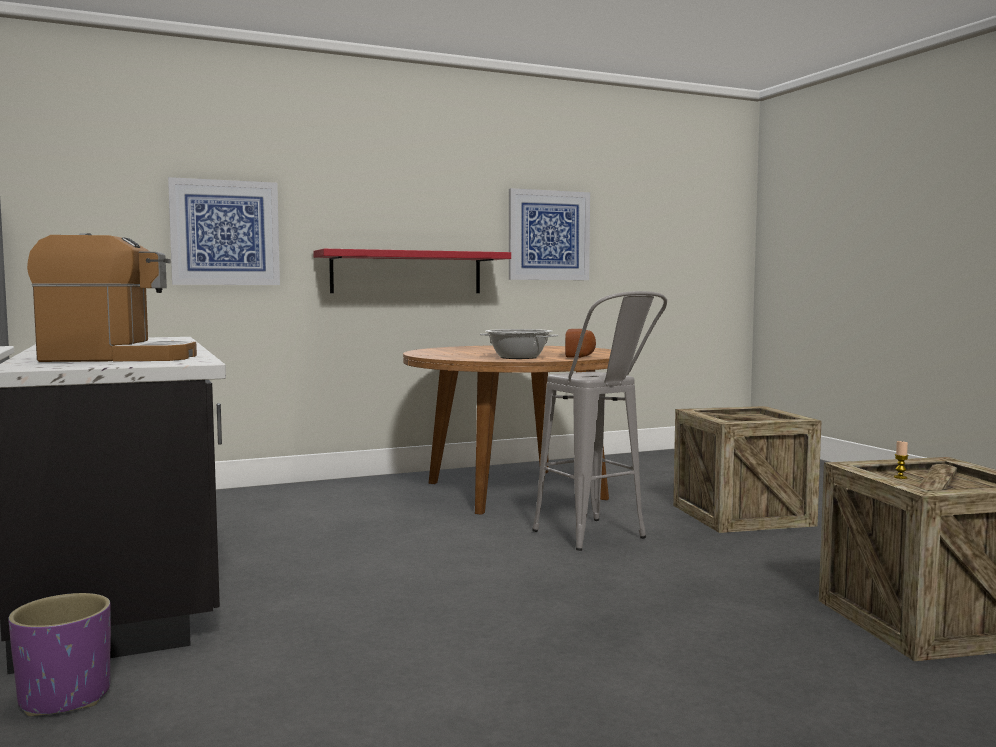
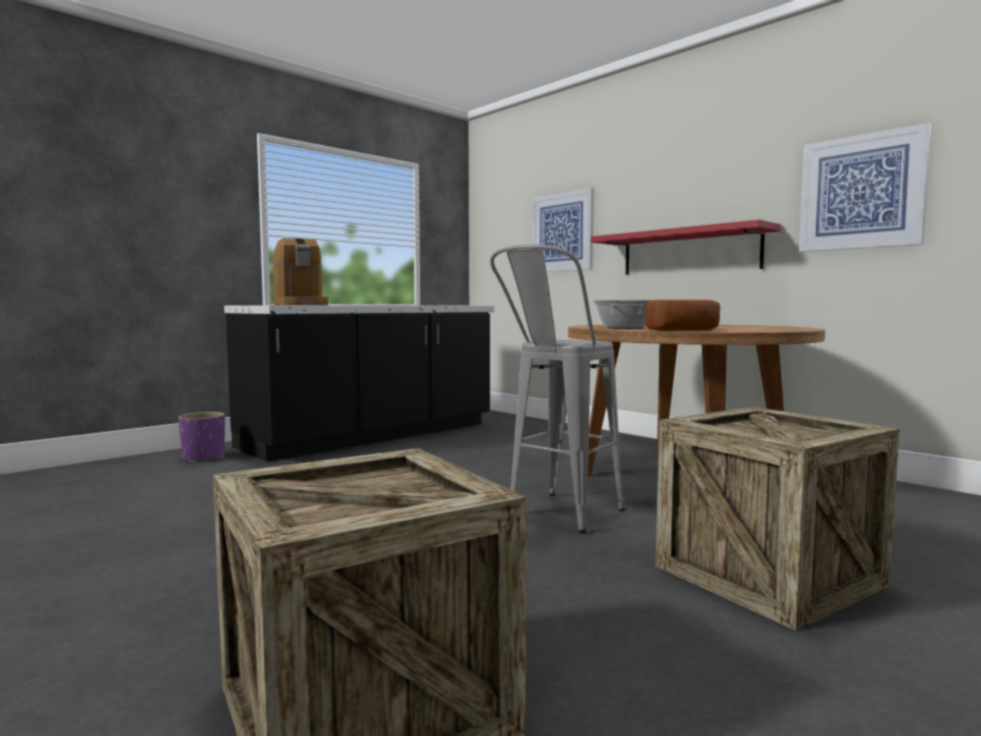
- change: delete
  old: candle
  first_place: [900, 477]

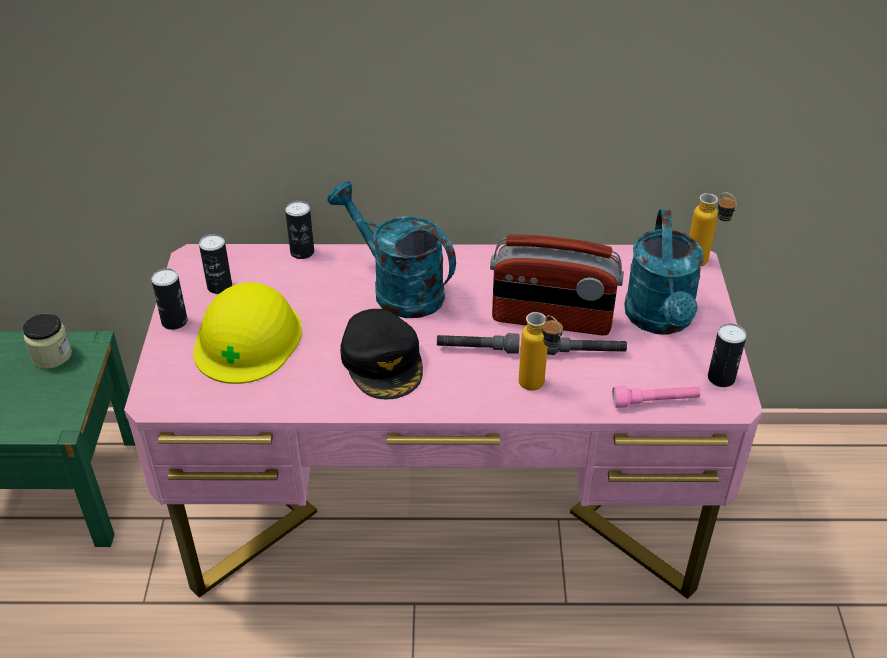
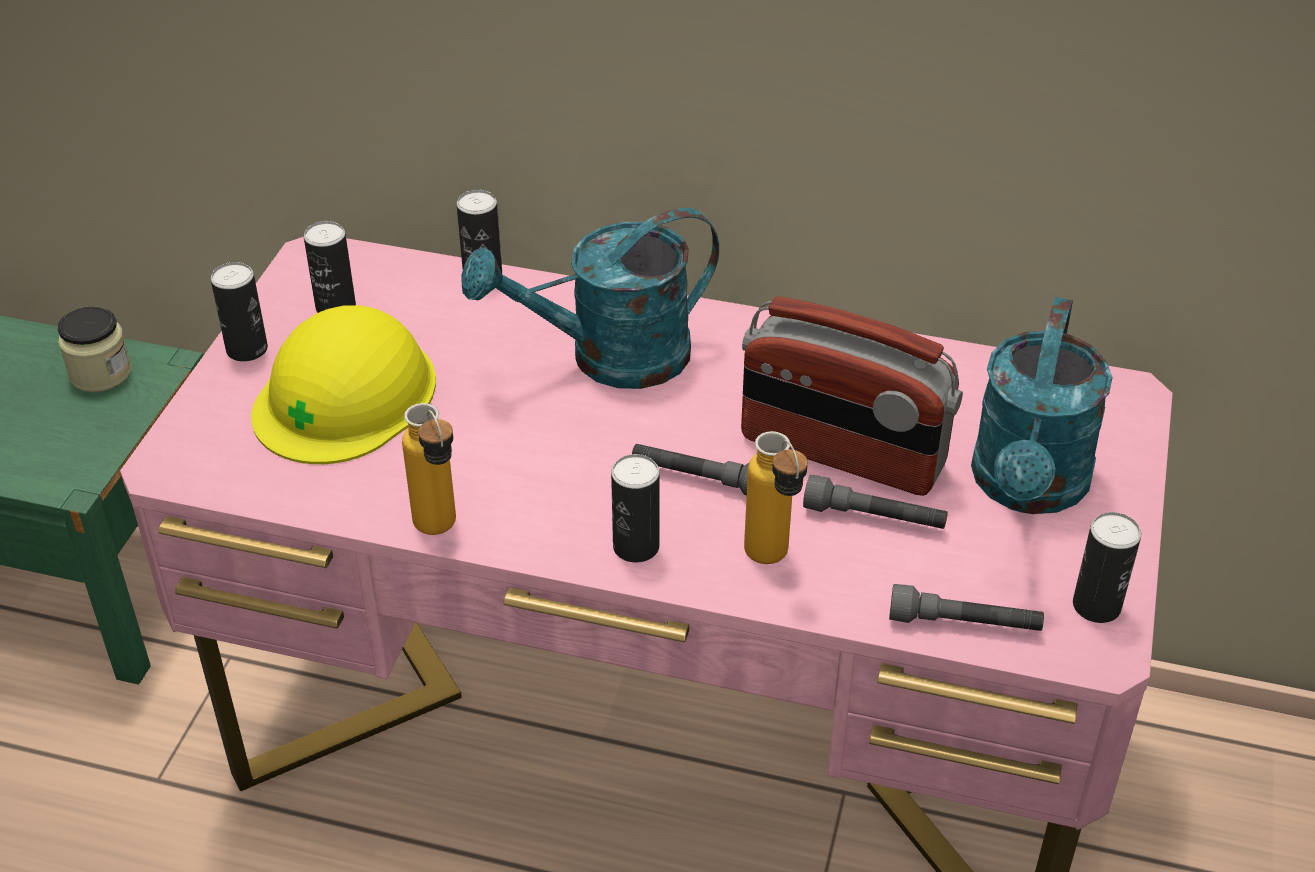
- change: rotate
  old: sprinkling can (turquoise-coloured)
  first_place: [398, 289]
  second_place: [609, 358]
  degrees: -75
- change: move
  old: drink bottle
  first_place: [704, 265]
  second_place: [441, 533]
- change: delete
  old: peaked cap (black)
  first_place: [383, 361]
- change: recolor
  old: hand torch (pinkish)
  new: hand torch (grey)
  first_place: [655, 402]
  second_place: [964, 624]
- change: insert
  new: sealed can
  second_place: [636, 546]

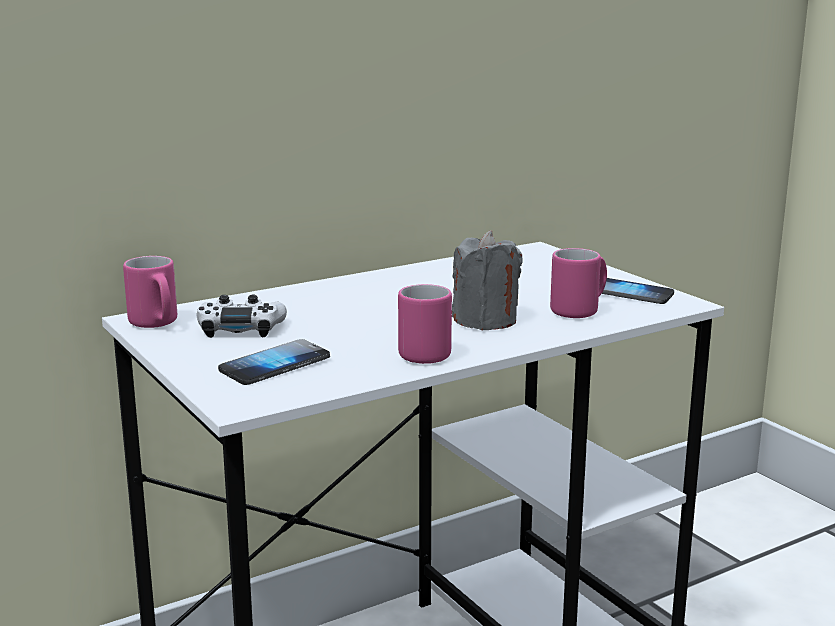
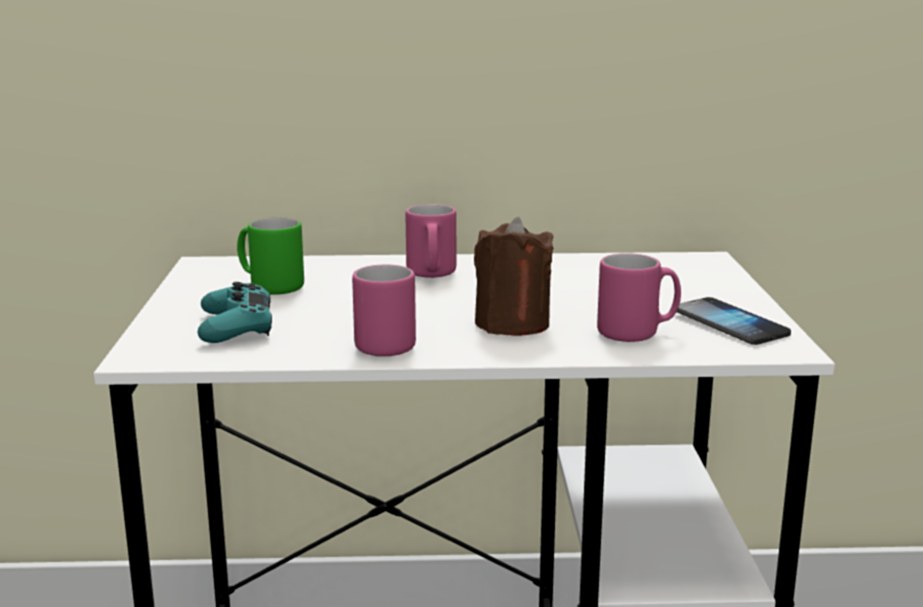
- change: recolor
  old: candle (grey)
  new: candle (brown-coloured)
  first_place: [485, 321]
  second_place: [512, 324]
- change: move
  old: coffee mug (pinkish)
  first_place: [156, 324]
  second_place: [431, 275]
- change: replace
  old: joypad (whitish)
  new: coffee mug (green-coloured)
  first_place: [240, 328]
  second_place: [270, 287]
- change: replace
  old: handset
  new: joypad (turquoise-coloured)
  first_place: [275, 365]
  second_place: [236, 327]

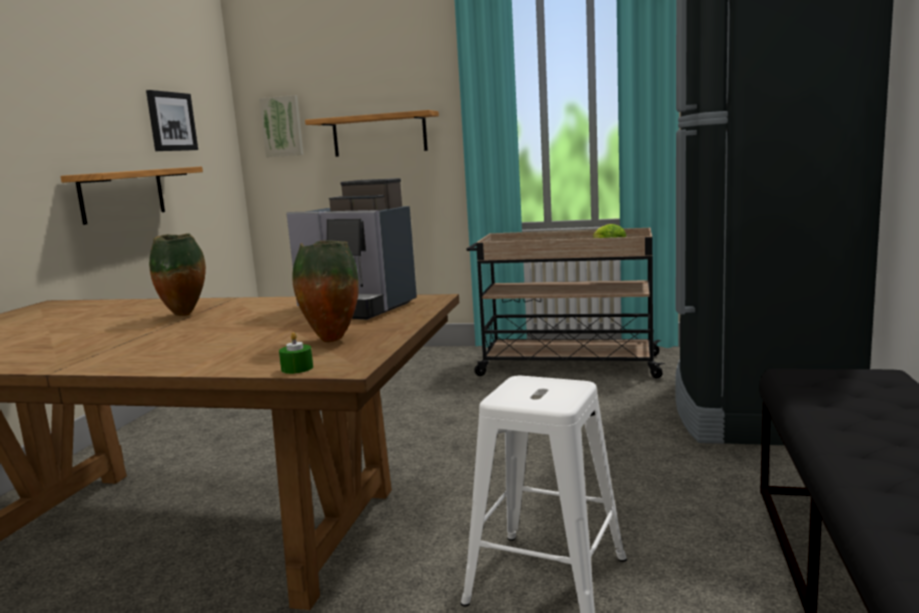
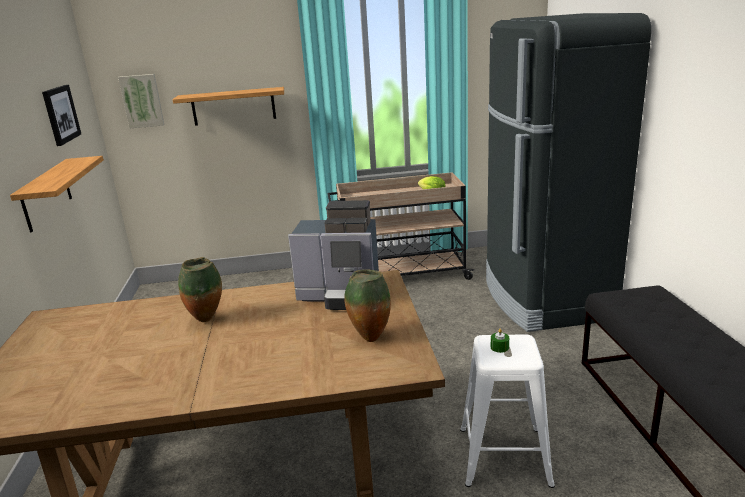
- change: move
  old: candle (green-coloured)
  first_place: [297, 368]
  second_place: [499, 347]

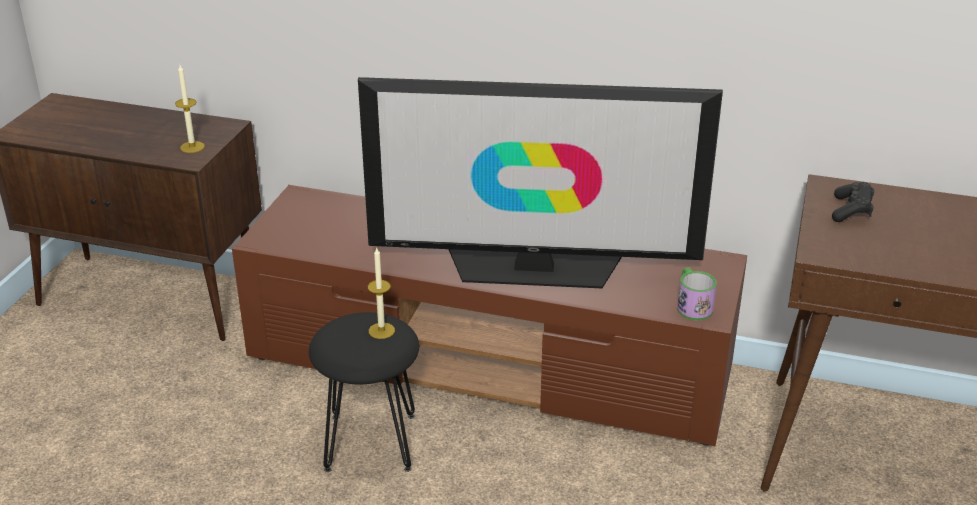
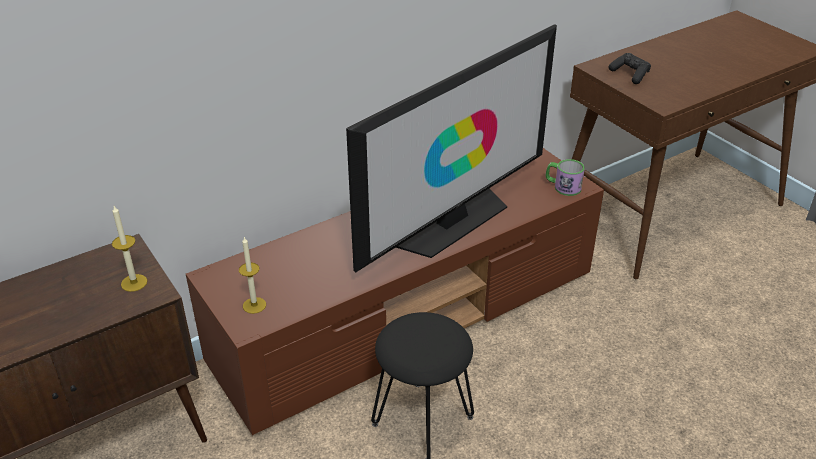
- change: move
  old: candle
  first_place: [381, 330]
  second_place: [254, 305]

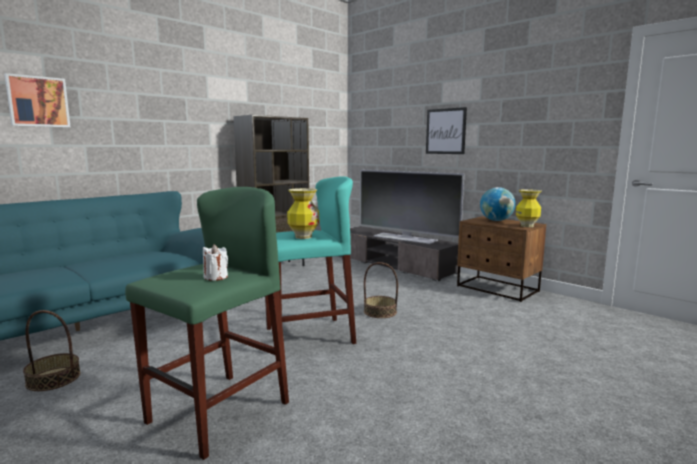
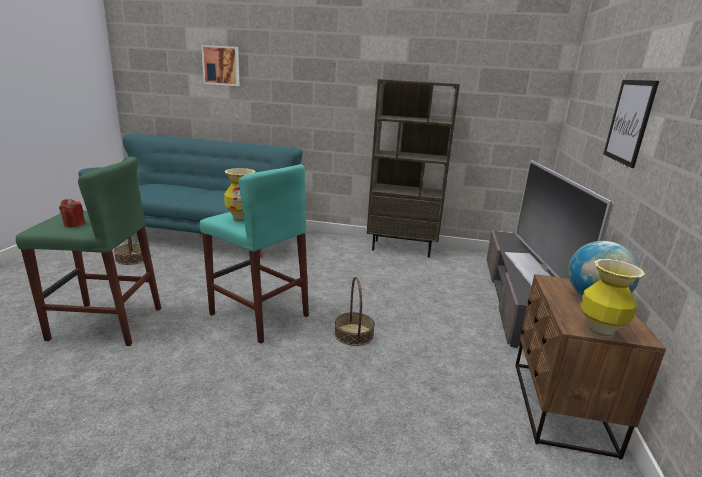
- change: recolor
  old: candle (whitish)
  new: candle (reddish)
  first_place: [215, 277]
  second_place: [74, 224]

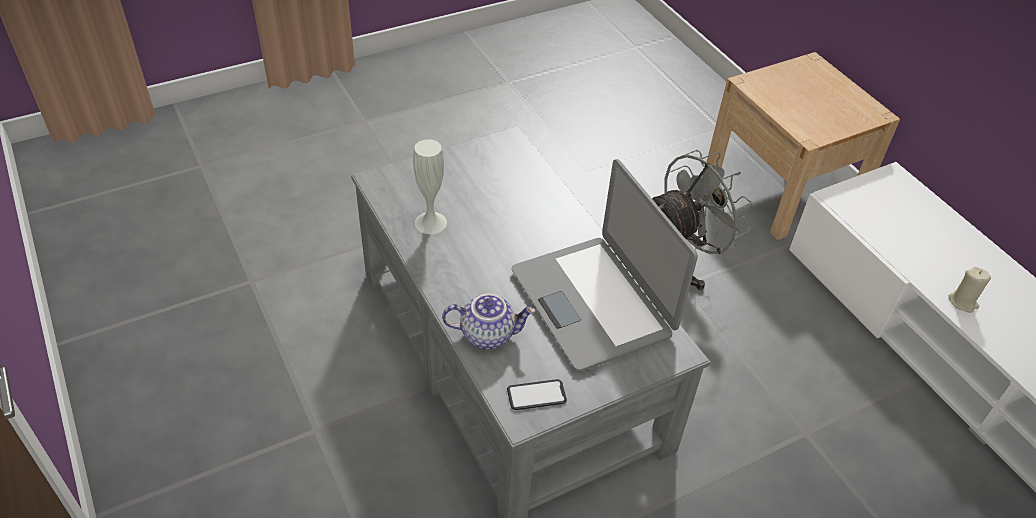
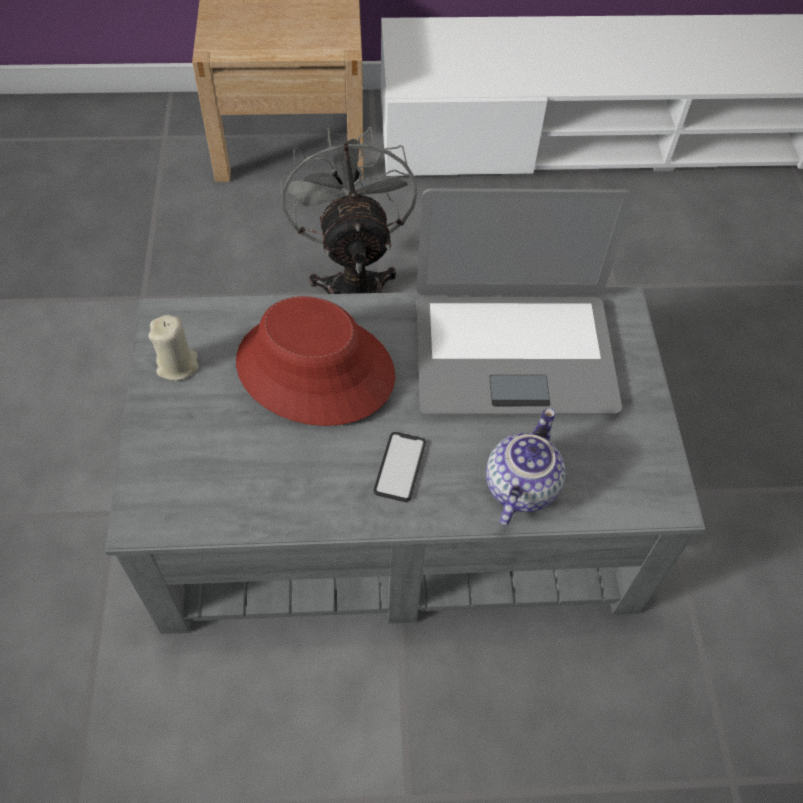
- change: delete
  old: flower vase (whitish)
  first_place: [430, 222]
- change: move
  old: candle (beige-coloured)
  first_place: [963, 302]
  second_place: [178, 365]
- change: move
  old: handset
  first_place: [536, 395]
  second_place: [400, 467]
- change: insert
  new: hat (reddish)
  second_place: [314, 369]

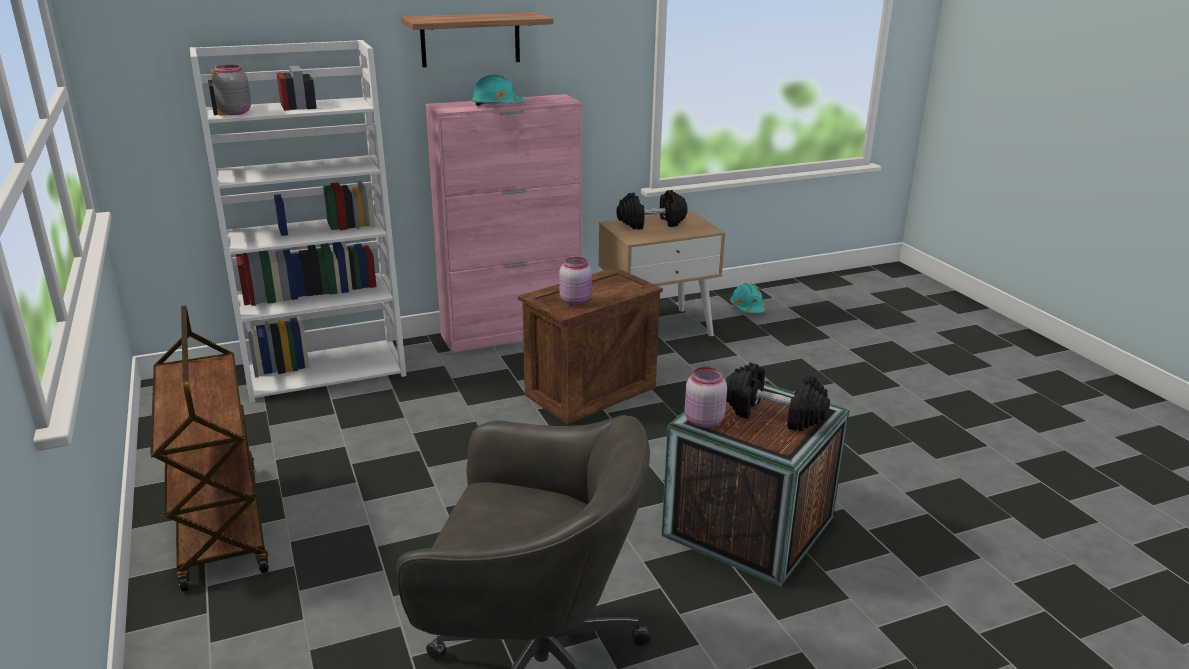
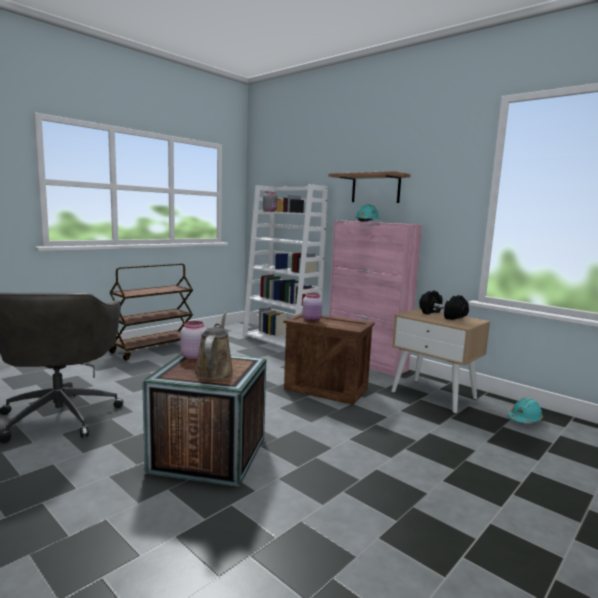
- change: replace
  old: free weight (black)
  new: sprinkling can (brown-coloured)
  first_place: [773, 414]
  second_place: [214, 371]

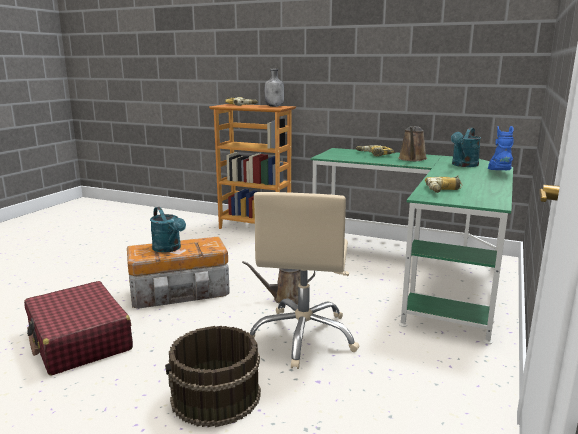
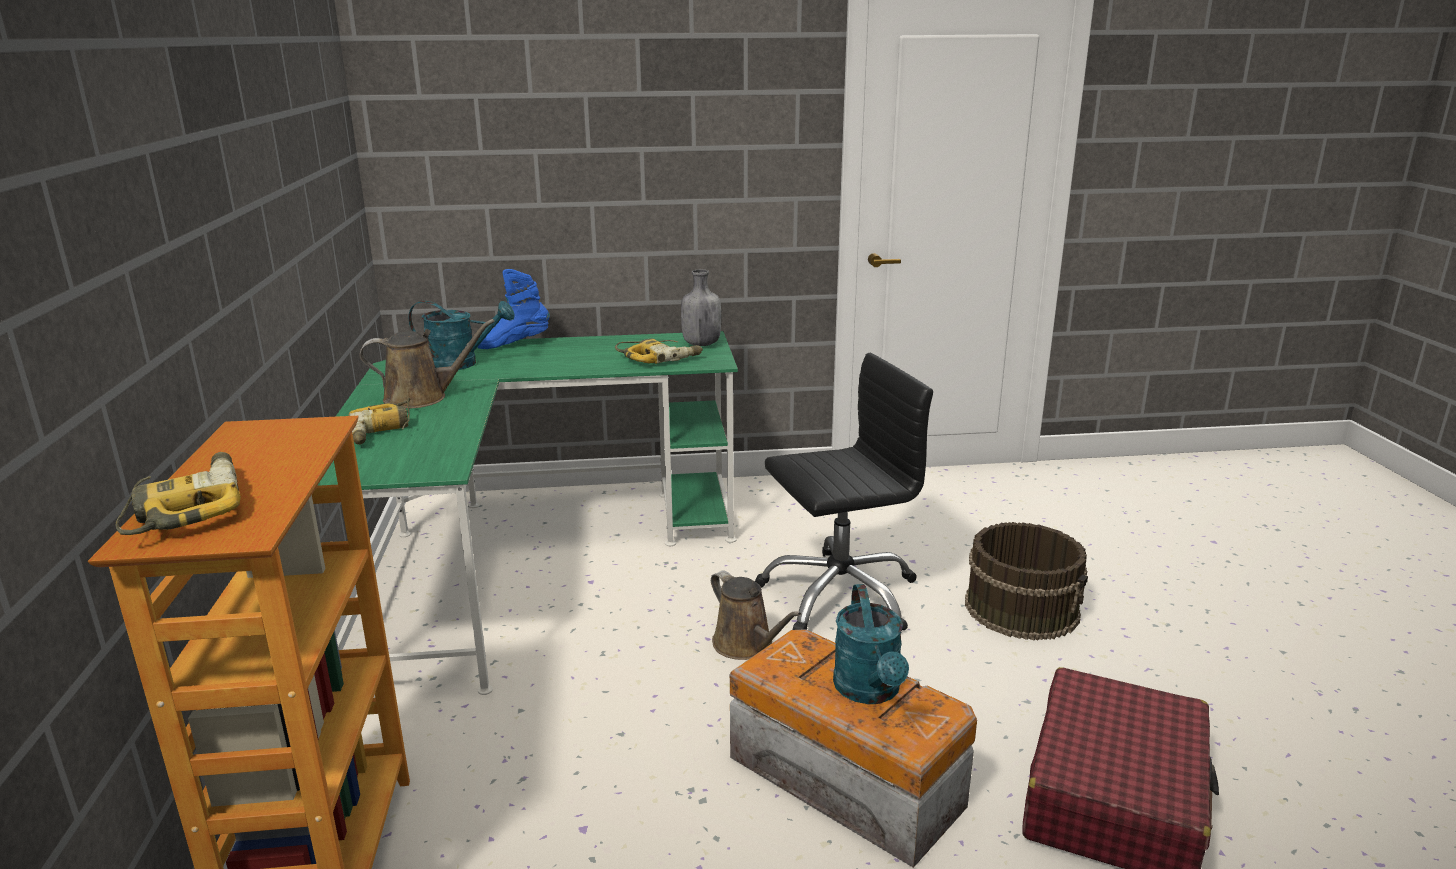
- change: move
  old: drink bottle (grey)
  first_place: [275, 106]
  second_place: [701, 344]
- change: recolor
  old: desk chair (beige-coloured)
  new: desk chair (black)
  first_place: [303, 336]
  second_place: [839, 595]
- change: rotate
  old: sprinkling can (turquoise-coloured)
  first_place: [169, 249]
  second_place: [870, 691]
  degrees: 150

